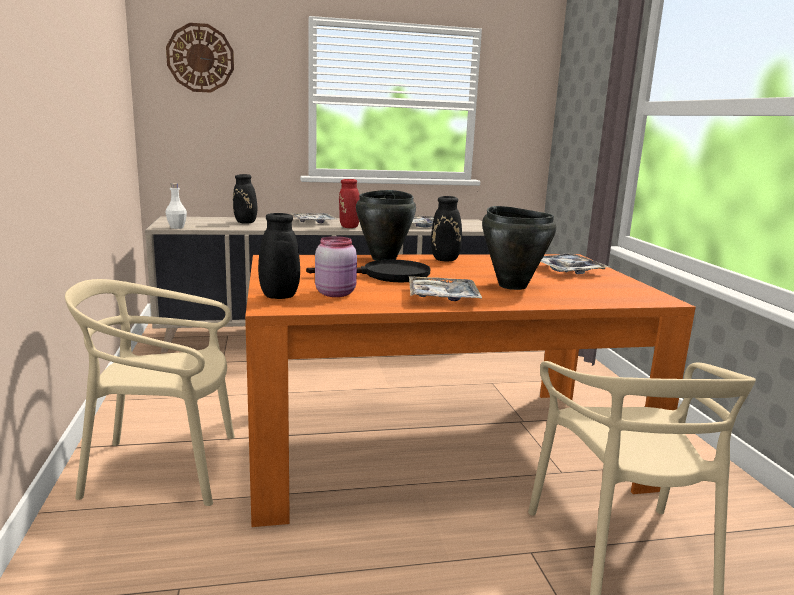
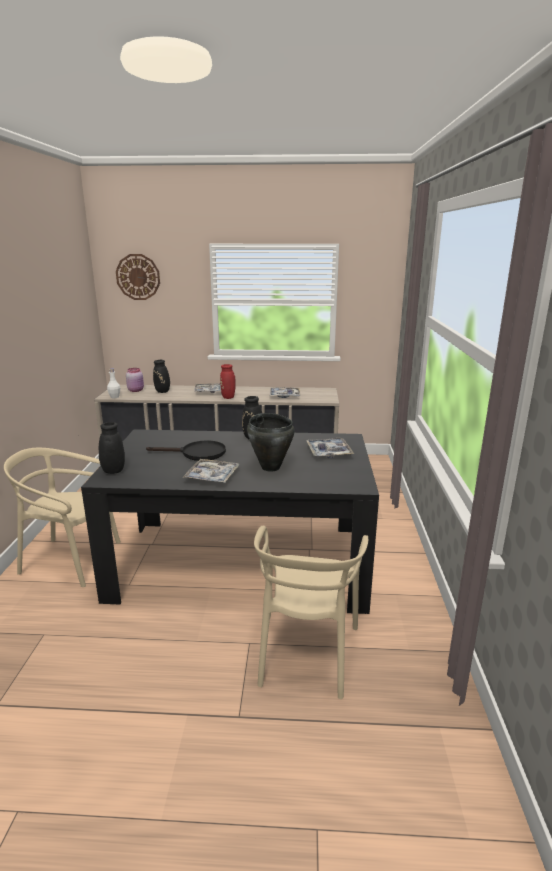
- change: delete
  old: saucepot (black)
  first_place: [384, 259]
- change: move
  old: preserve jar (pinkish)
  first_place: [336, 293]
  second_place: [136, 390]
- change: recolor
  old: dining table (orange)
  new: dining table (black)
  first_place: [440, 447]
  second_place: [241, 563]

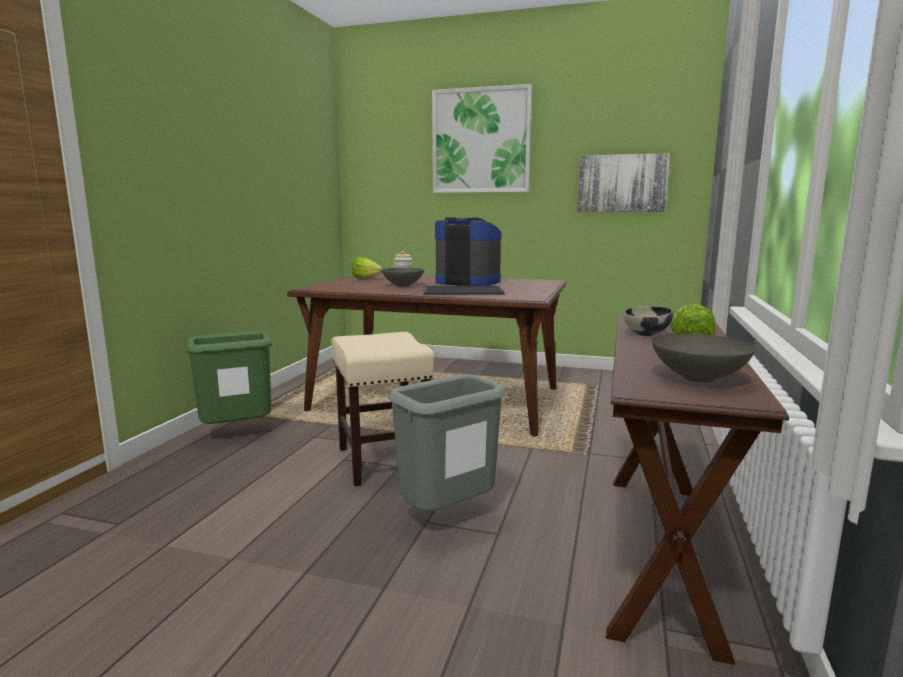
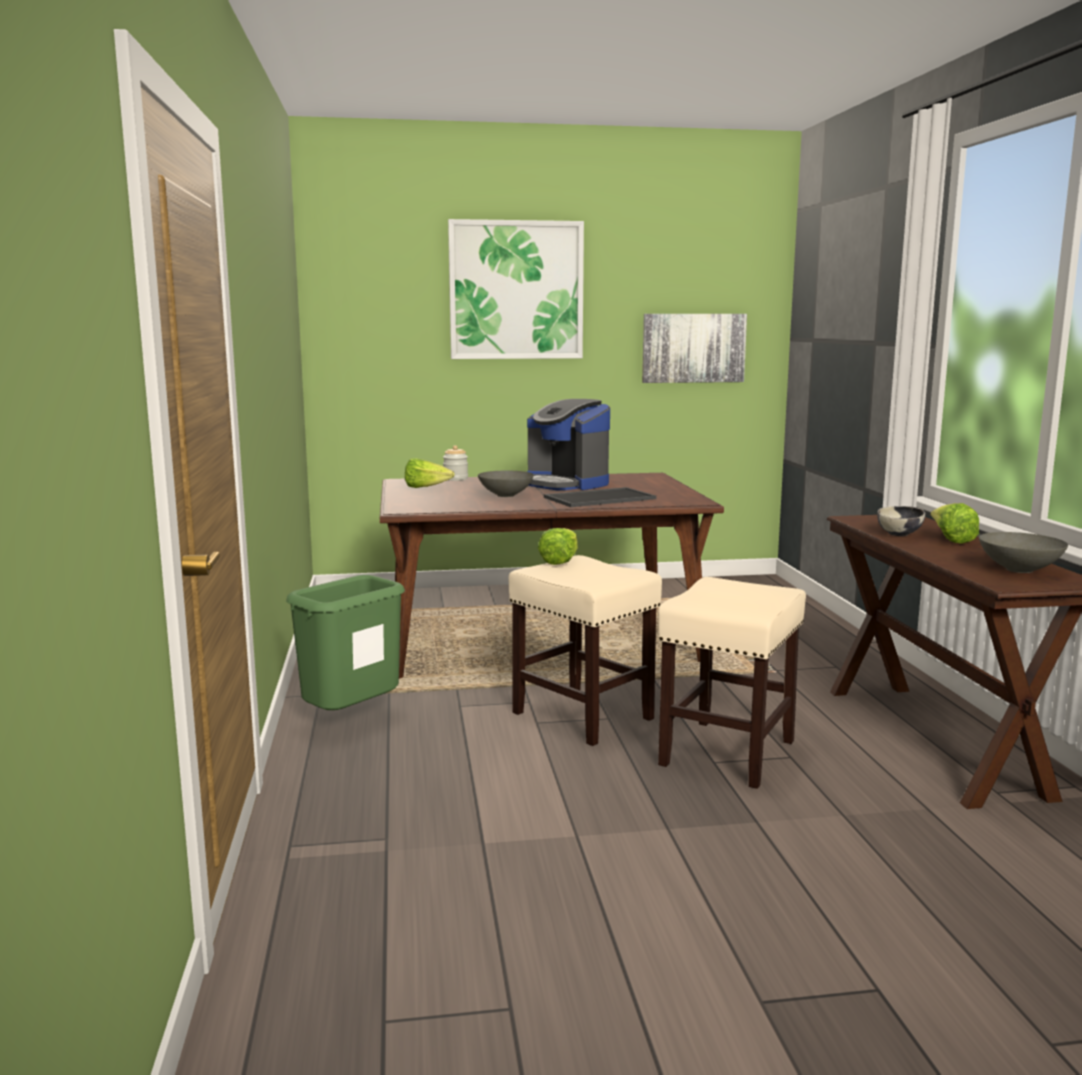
- change: rotate
  old: coffee maker
  first_place: [467, 282]
  second_place: [566, 484]
  degrees: -135
- change: replace
  old: rubbish bin (grey)
  new: stool (beige-coloured)
  first_place: [447, 517]
  second_place: [727, 753]
- change: insert
  new: head of lettuce
  second_place: [560, 561]

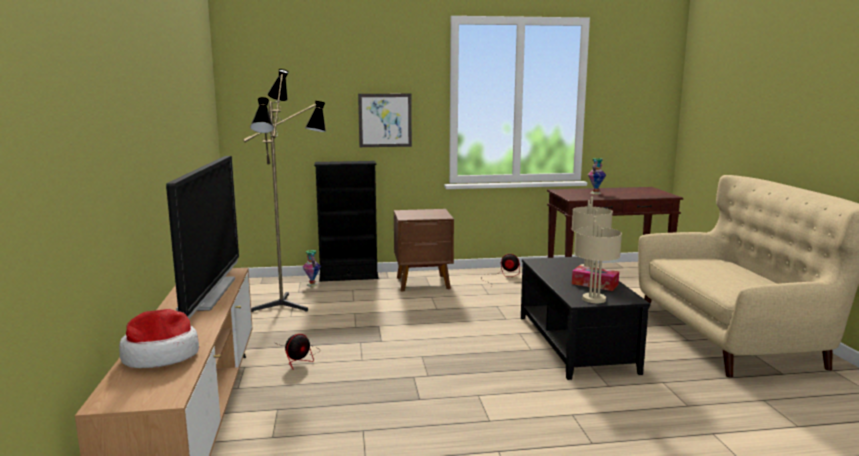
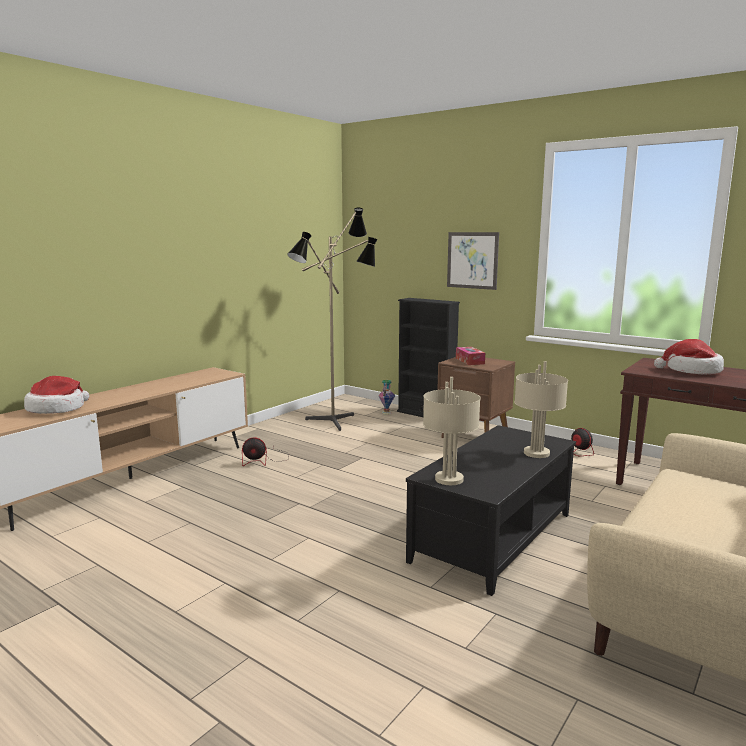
- change: delete
  old: TV
  first_place: [208, 293]
- change: replace
  old: flower vase
  new: hat
  first_place: [596, 193]
  second_place: [691, 371]
- change: move
  old: tissue holder
  first_place: [594, 284]
  second_place: [469, 361]

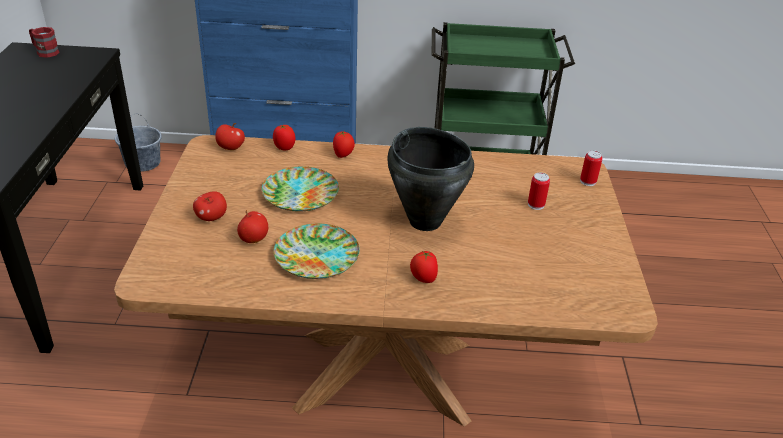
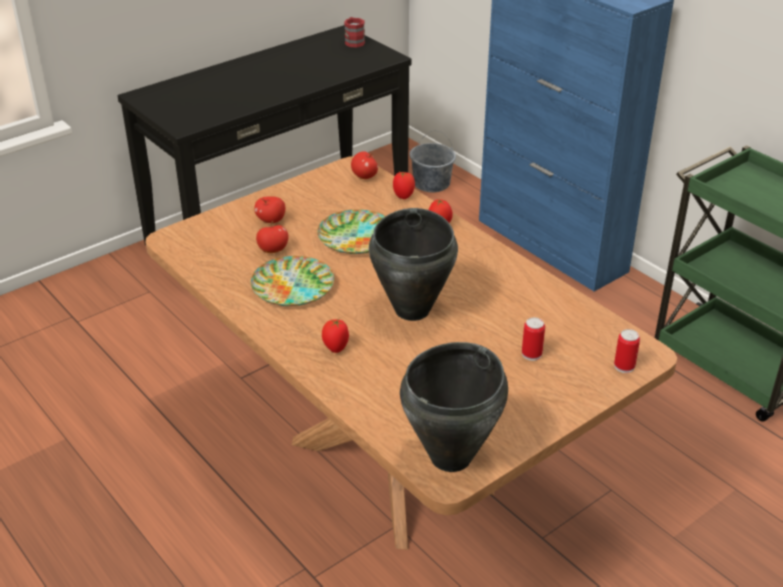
- change: insert
  new: saucepot (black)
  second_place: [452, 457]

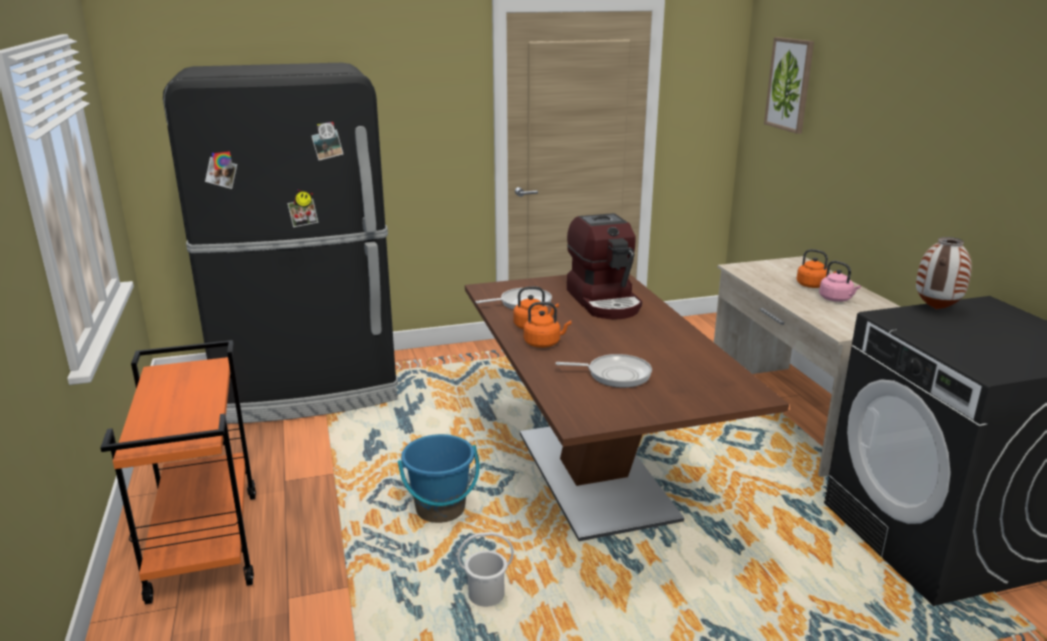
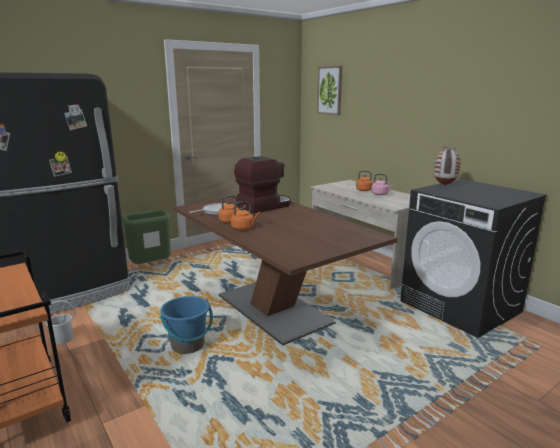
- change: rotate
  old: coffee maker
  first_place: [605, 301]
  second_place: [264, 206]
  degrees: -90
- change: delete
  old: skillet
  first_place: [615, 374]
- change: move
  old: water bucket (whitish)
  first_place: [486, 594]
  second_place: [62, 338]
- change: insert
  new: rubbish bin (green-coloured)
  second_place: [151, 268]

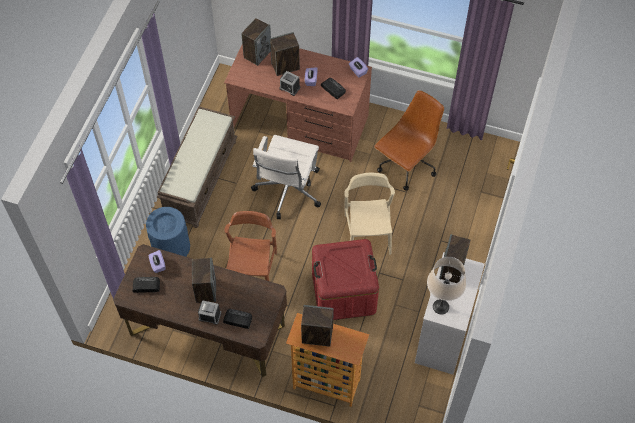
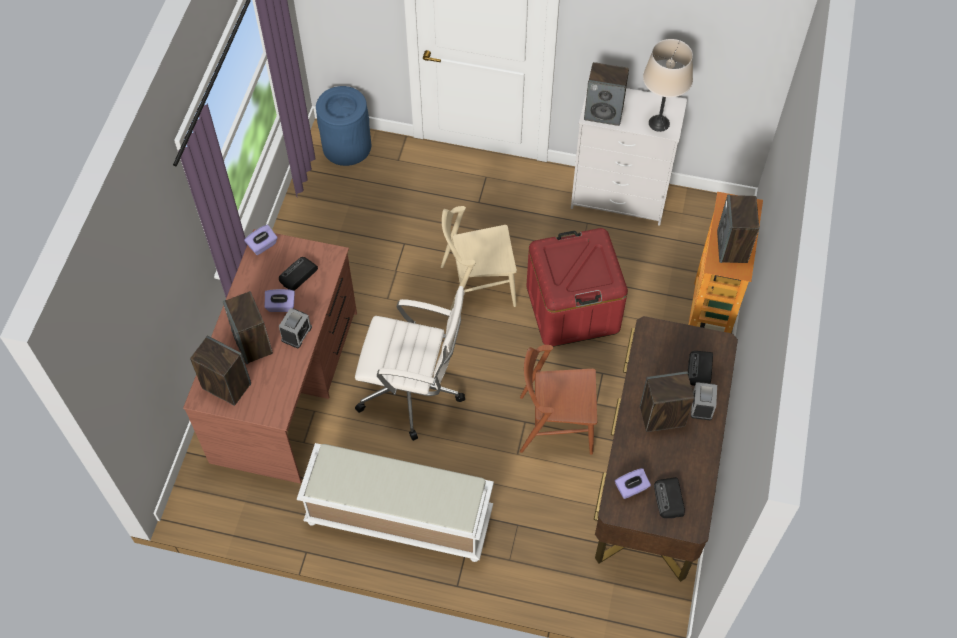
- change: delete
  old: desk chair (brown-coloured)
  first_place: [406, 166]
- change: recolor
  old: indoor bench (brown-coloured)
  new: indoor bench (whitish)
  first_place: [200, 178]
  second_place: [397, 518]
- change: move
  old: rubbish bin (blue-coloured)
  first_place: [171, 247]
  second_place: [346, 146]

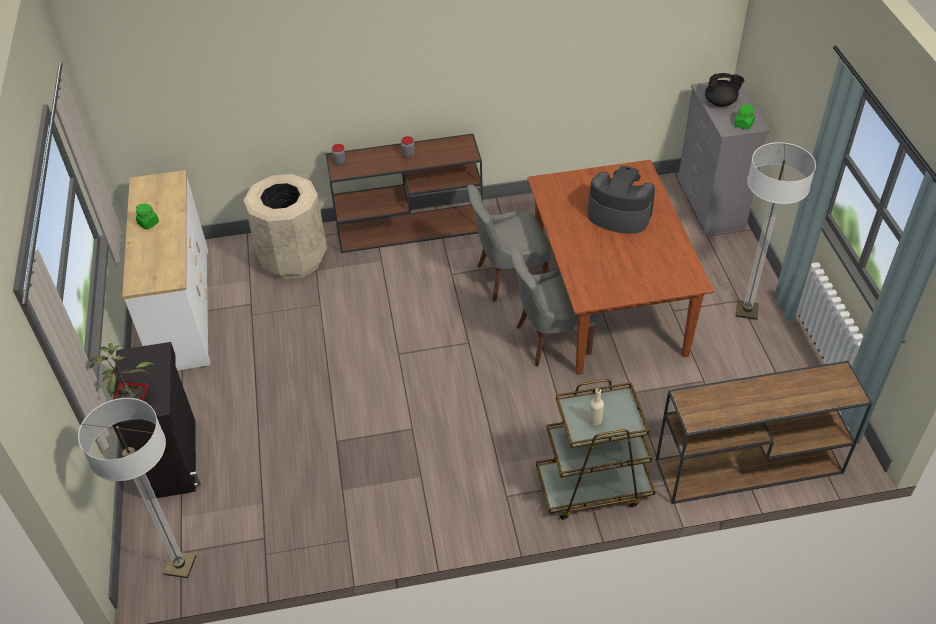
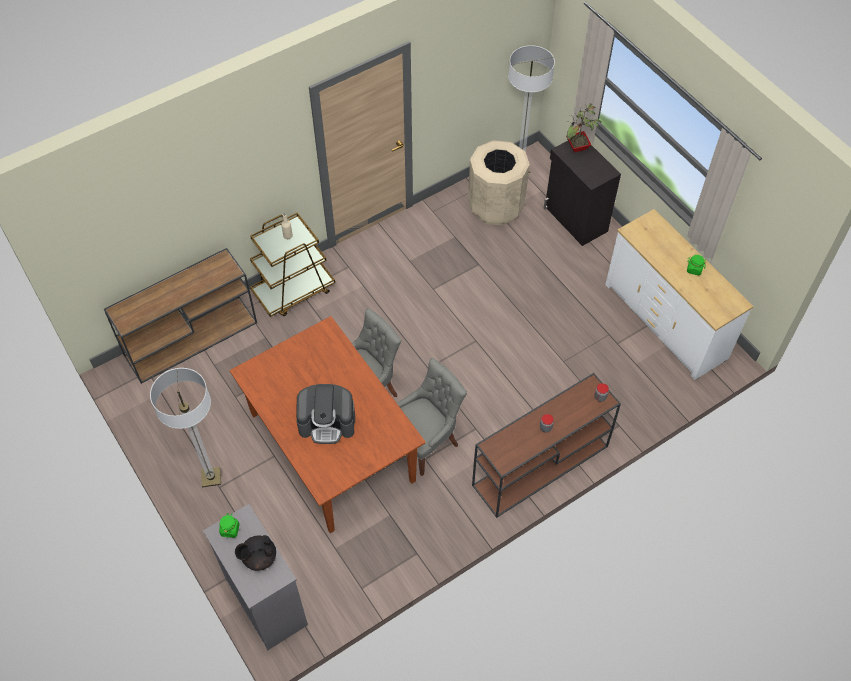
- change: move
  old: rubbish bin (beige-coloured)
  first_place: [293, 258]
  second_place: [496, 207]

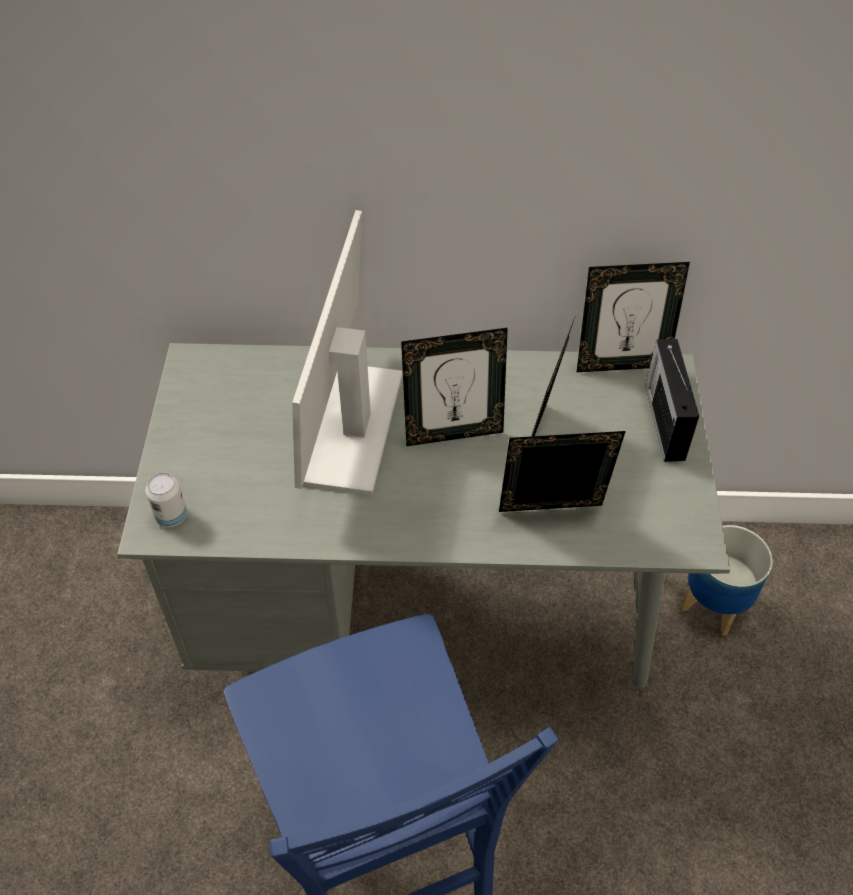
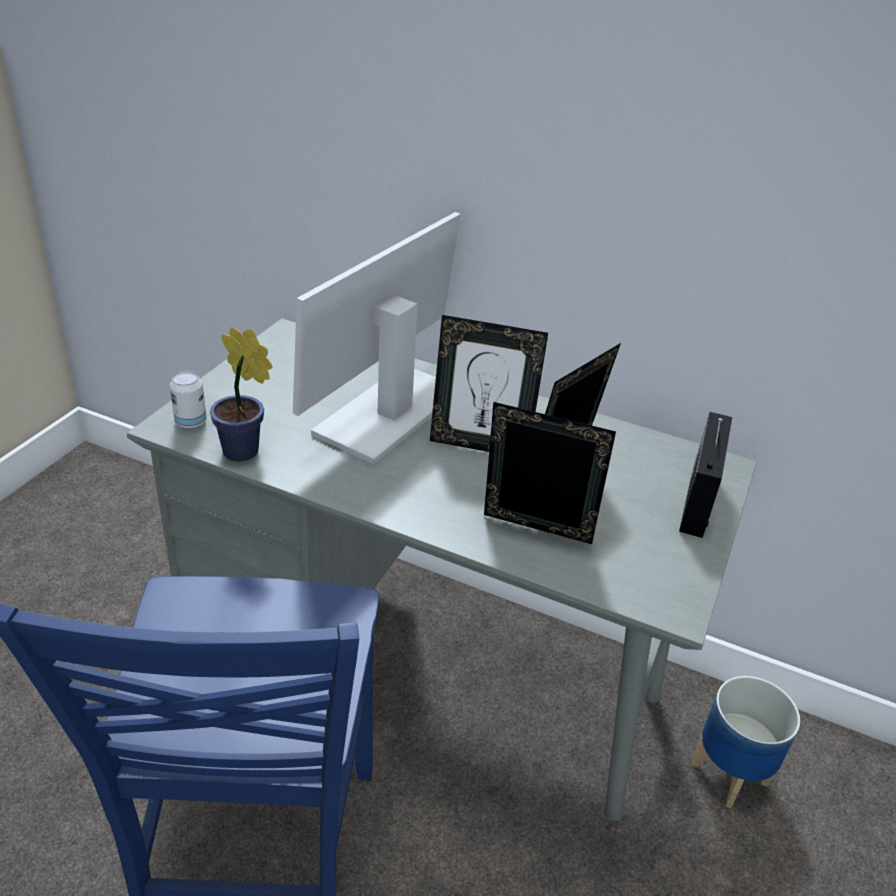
- change: delete
  old: standing frame
  first_place: [621, 363]
- change: insert
  new: plant in a pot
  second_place: [245, 453]

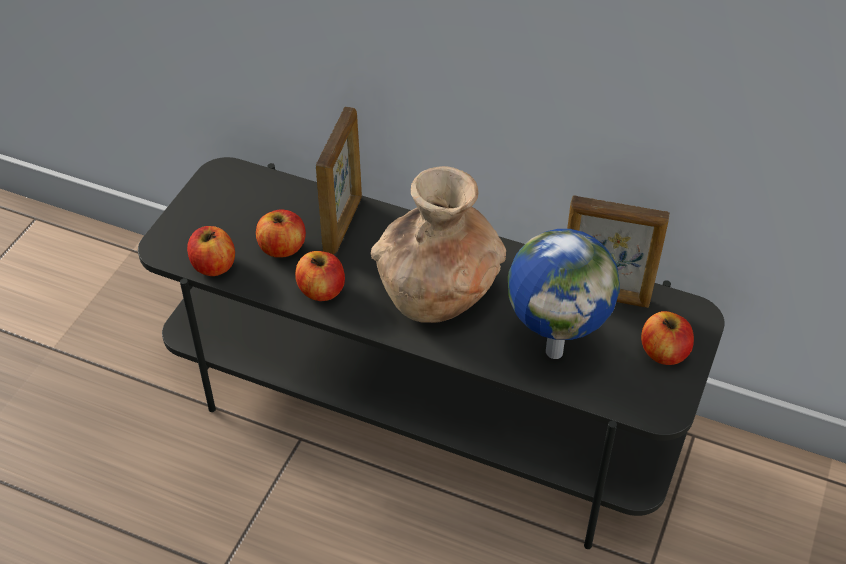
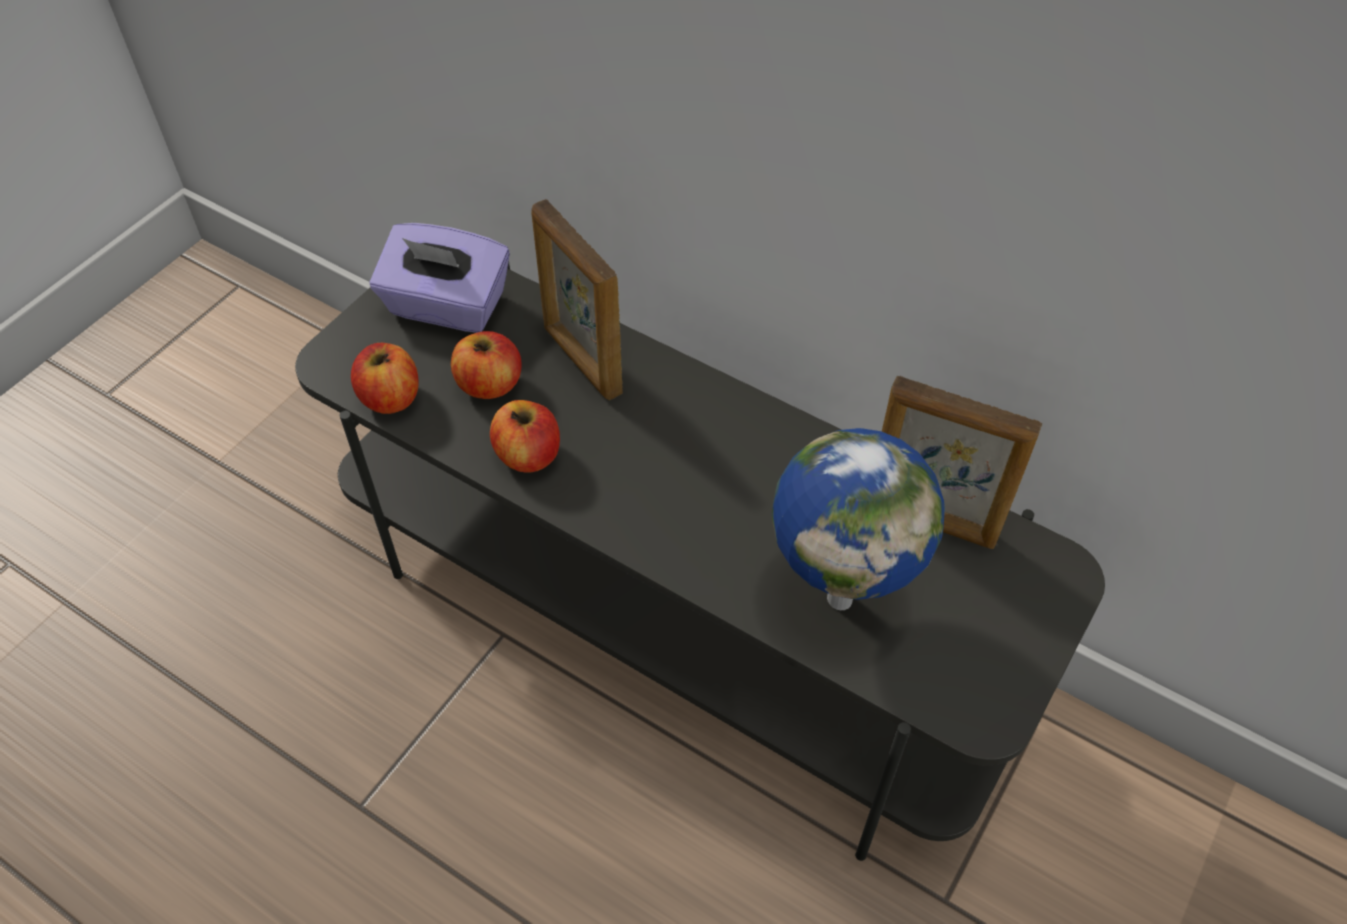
- change: rotate
  old: standing frame
  first_place: [343, 224]
  second_place: [581, 360]
  degrees: 120
- change: delete
  old: flower vase (brown-coloured)
  first_place: [439, 293]
- change: delete
  old: apple
  first_place: [664, 352]
- change: insert
  new: tissue holder (purple-coloured)
  second_place: [446, 306]

